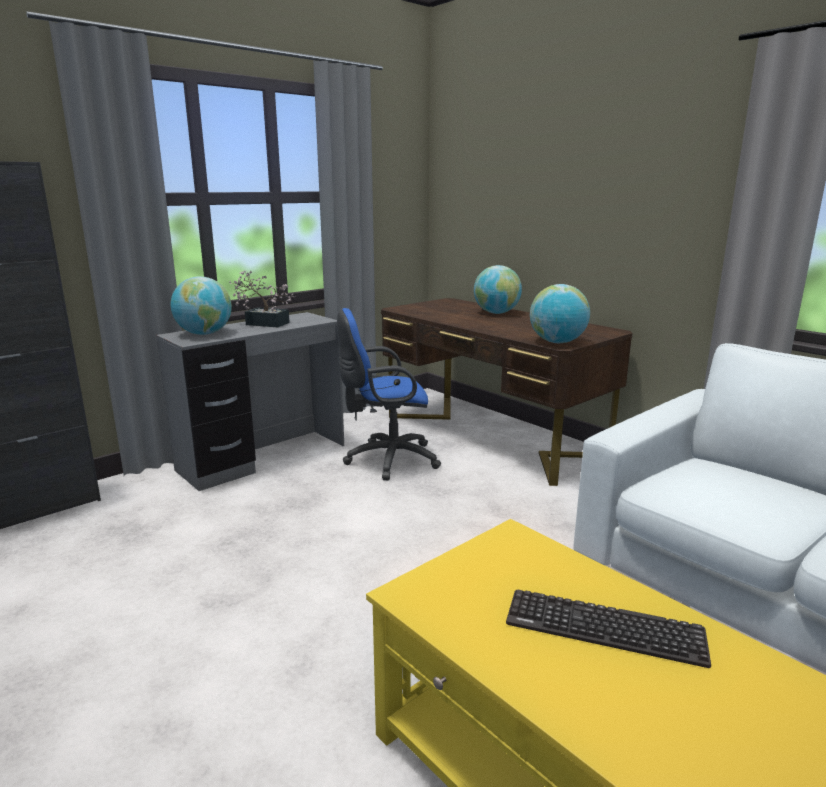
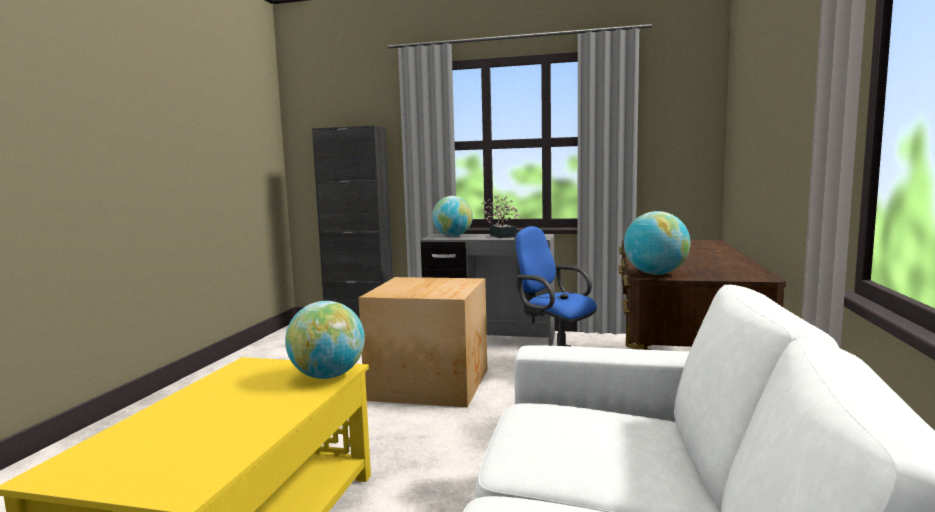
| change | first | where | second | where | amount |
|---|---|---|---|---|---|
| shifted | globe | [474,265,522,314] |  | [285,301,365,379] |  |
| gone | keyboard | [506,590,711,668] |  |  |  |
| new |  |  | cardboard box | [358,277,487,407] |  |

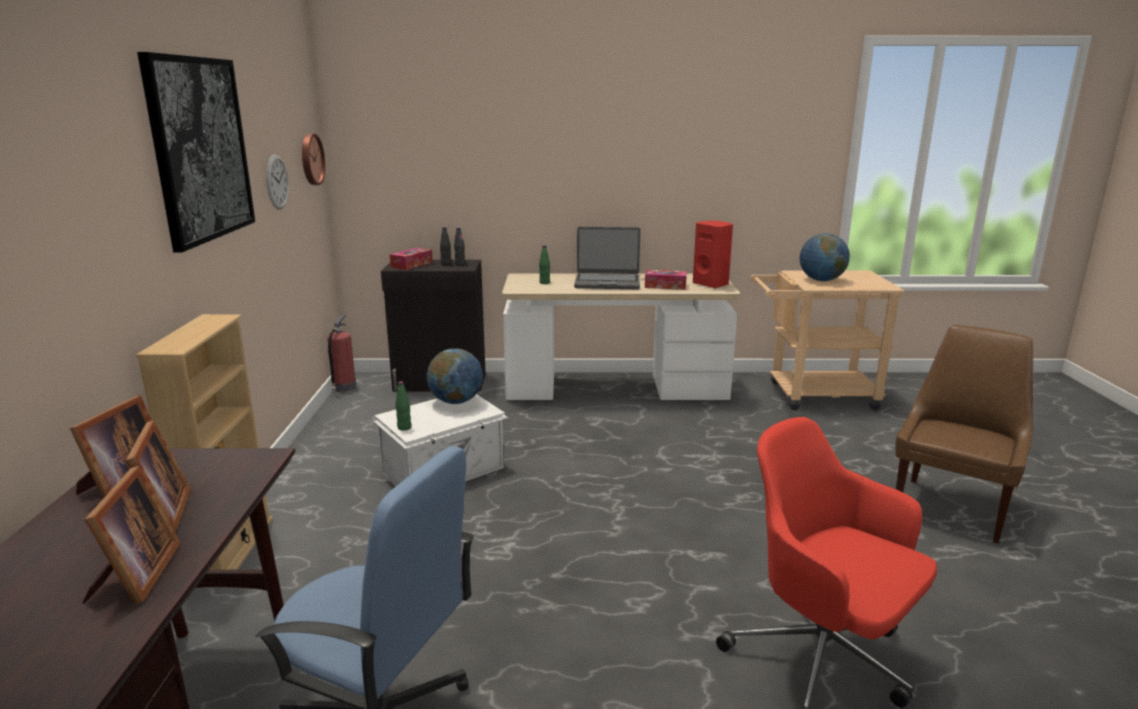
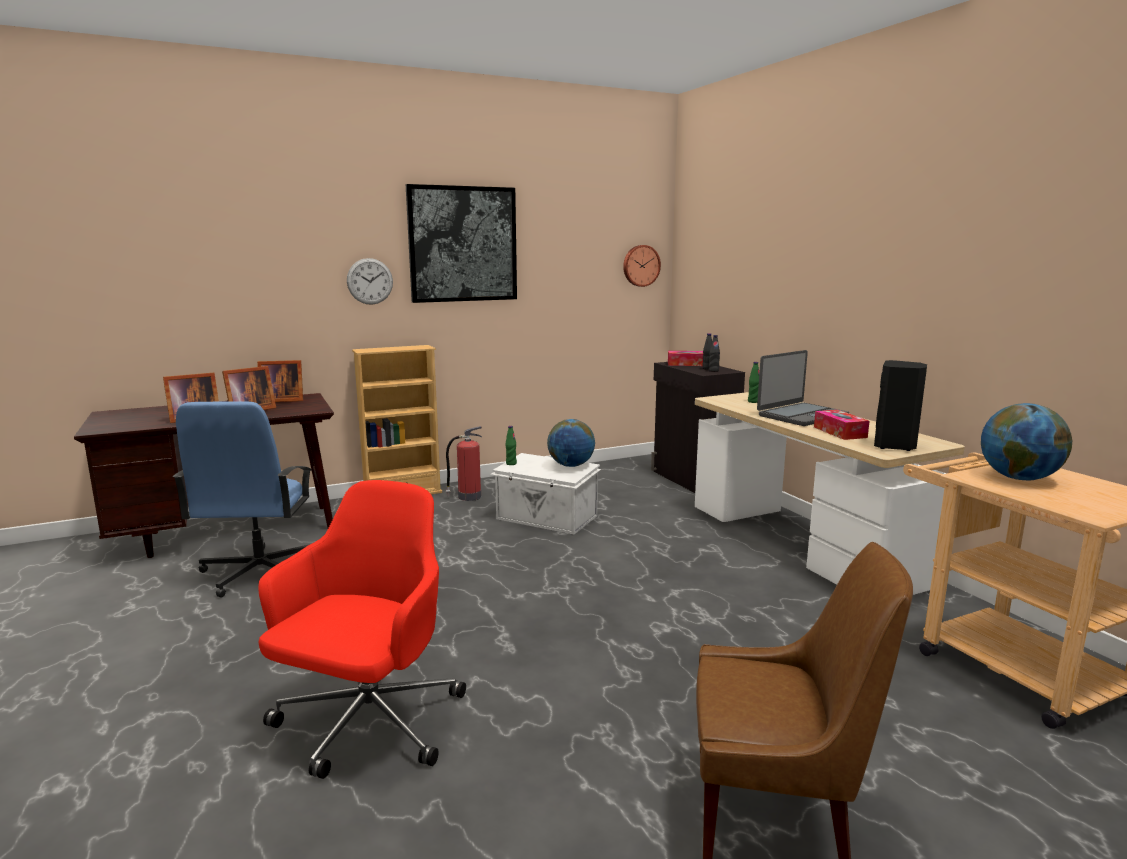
| change | first | where | second | where | amount |
|---|---|---|---|---|---|
| shifted | hanging clock | [266,154,289,210] |  | [347,258,393,305] |  |
| repainted | speaker (red-coloured) | [693,221,733,288] | speaker (blackish) | [874,360,927,451] |  |
| rotated | notebook computer | [574,227,641,289] |  | [757,350,849,426] | 105 degrees counterclockwise |
| shifted | fire extinguisher | [327,315,356,393] |  | [446,426,482,501] |  |

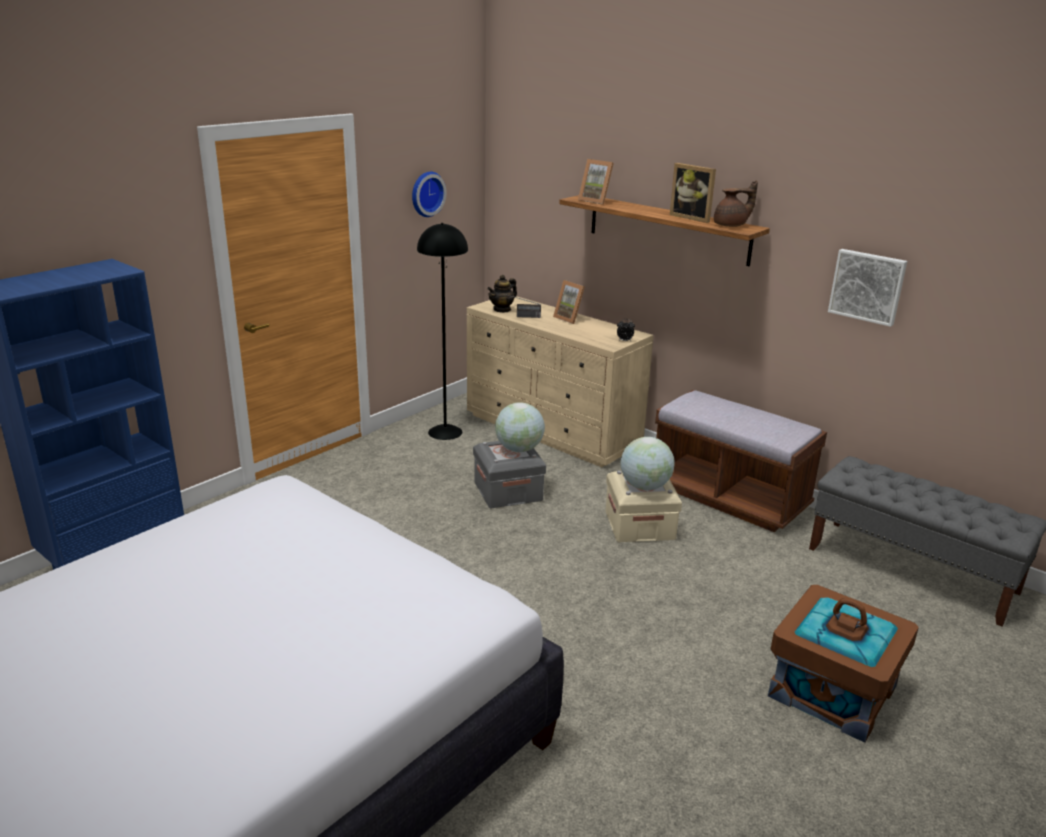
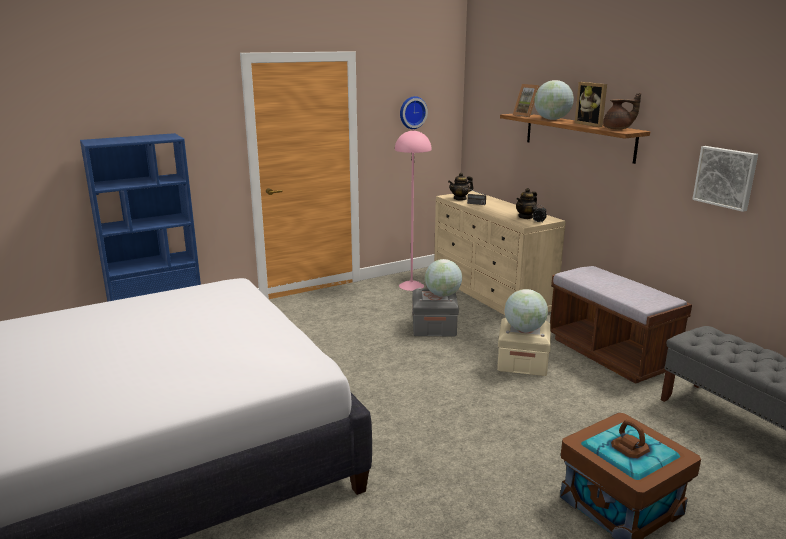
| change | first | where | second | where | amount |
|---|---|---|---|---|---|
| repainted | floor lamp (blackish) | [417,223,468,440] | floor lamp (pink) | [395,130,432,291] |  |
| gone | photo frame | [553,280,585,324] |  |  |  |
| new |  |  | globe | [534,80,574,120] |  |
| new |  |  | tea pot | [516,188,537,219] |  |

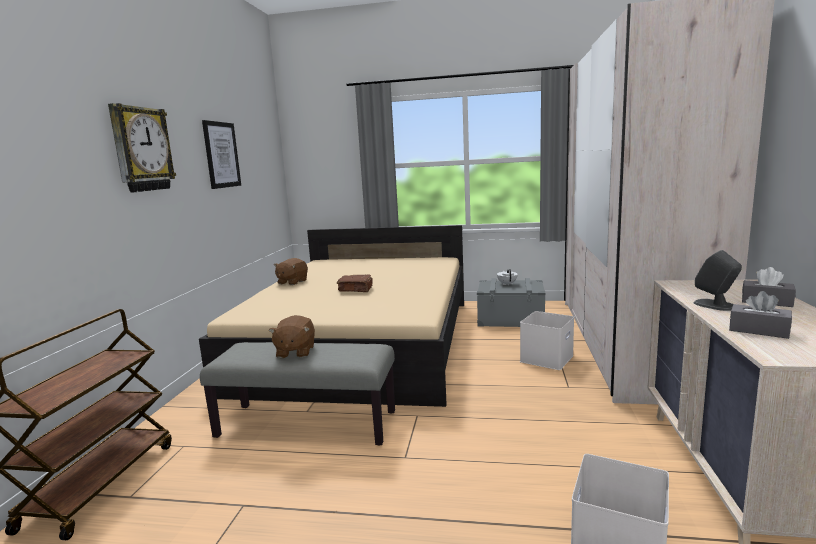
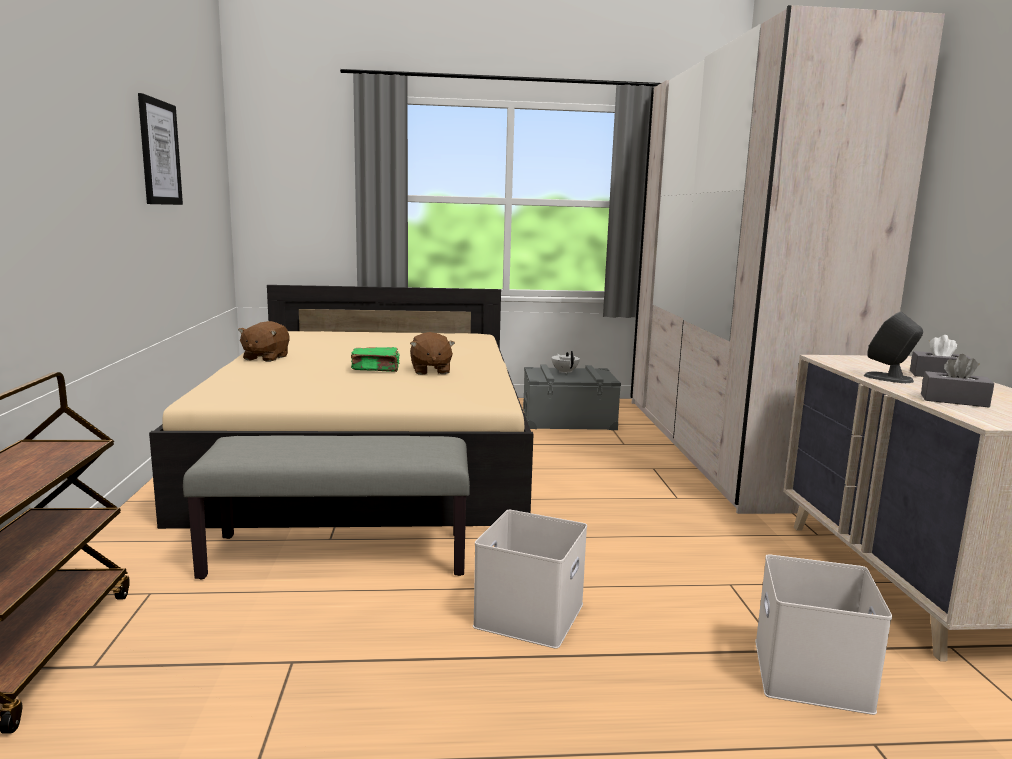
| change | first | where | second | where | amount |
|---|---|---|---|---|---|
| gone | hanging clock | [108,103,176,193] |  |  |  |
| repainted | book (brownish) | [337,274,373,292] | book (green) | [351,347,400,372] |  |
| shifted | storage container (white) | [520,311,574,370] |  | [473,510,587,649] |  |
| shifted | plush toy (brownish) | [268,315,315,358] |  | [410,332,455,375] |  |

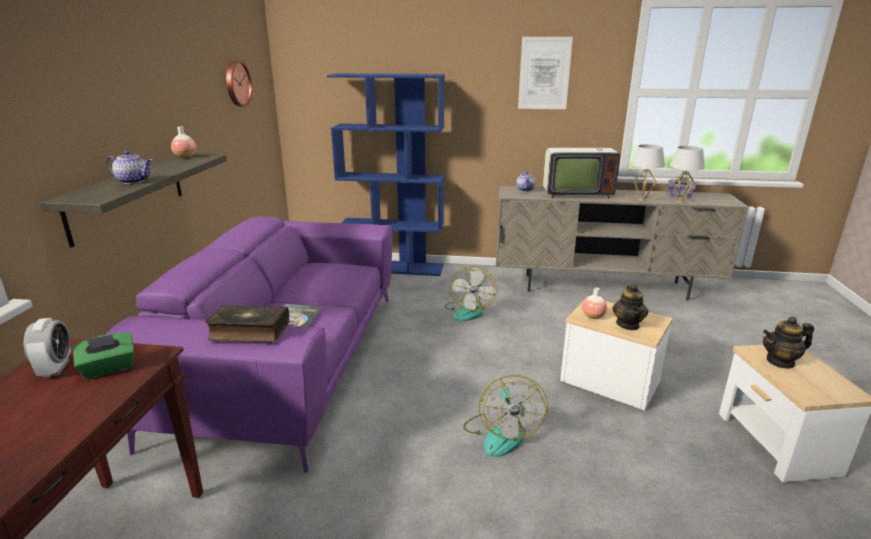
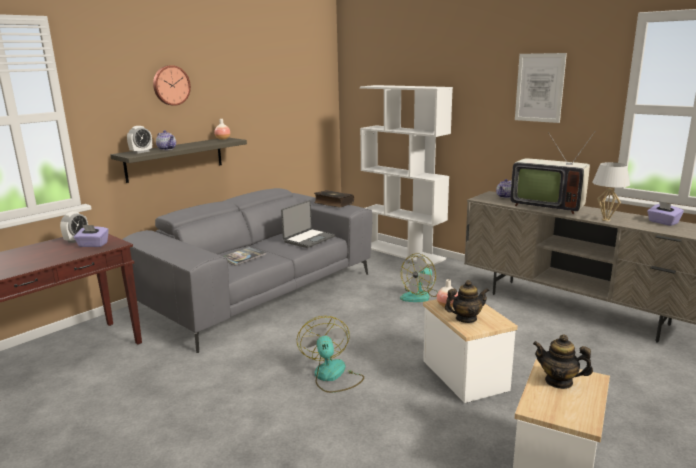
| change | first | where | second | where | amount |
|---|---|---|---|---|---|
| shifted | hanging clock | [226,61,252,107] |  | [153,65,191,106] |  |
| repainted | bookcase (blue) | [327,73,445,276] | bookcase (white) | [360,85,453,266] |  |
| gone | table lamp (white) | [669,146,705,203] |  |  |  |
| repainted | settee (purple-coloured) | [105,217,393,473] | settee (greyish) | [122,188,372,353] |  |
| rotated | tea pot | [612,284,648,330] |  | [445,280,489,323] | 150 degrees counterclockwise |
| shifted | book | [205,305,289,342] |  | [314,190,354,208] |  |
| repainted | tissue holder (green) | [73,333,134,379] | tissue holder (purple-coloured) | [74,225,109,247] |  |
| rotated | cooling fan | [463,375,548,457] |  | [297,316,364,393] | 135 degrees clockwise |
| new |  |  | bedside clock | [127,126,152,154] |  |
| new |  |  | notebook computer | [281,200,335,248] |  |

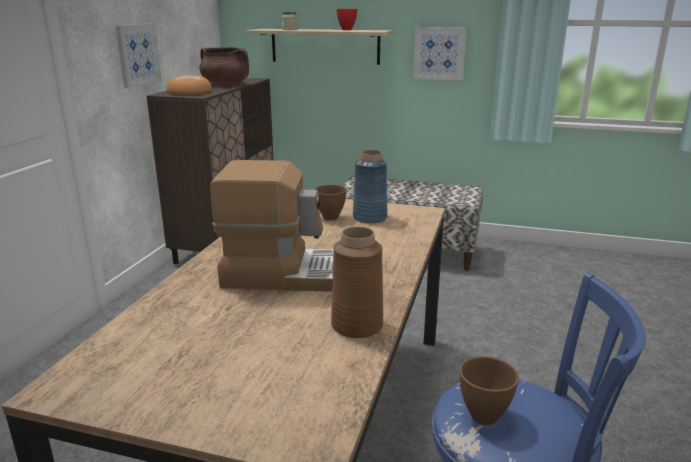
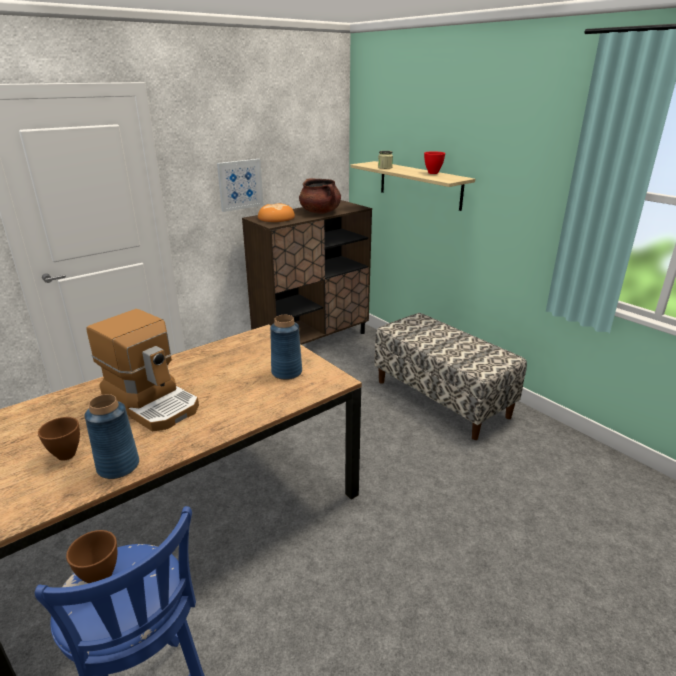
| change | first | where | second | where | amount |
|---|---|---|---|---|---|
| gone | picture | [413,27,467,80] |  |  |  |
| shifted | bowl (brownish) | [314,185,347,221] |  | [38,417,80,461] |  |
| repainted | vase (brownish) | [331,227,383,338] | vase (blue) | [84,394,139,479] |  |

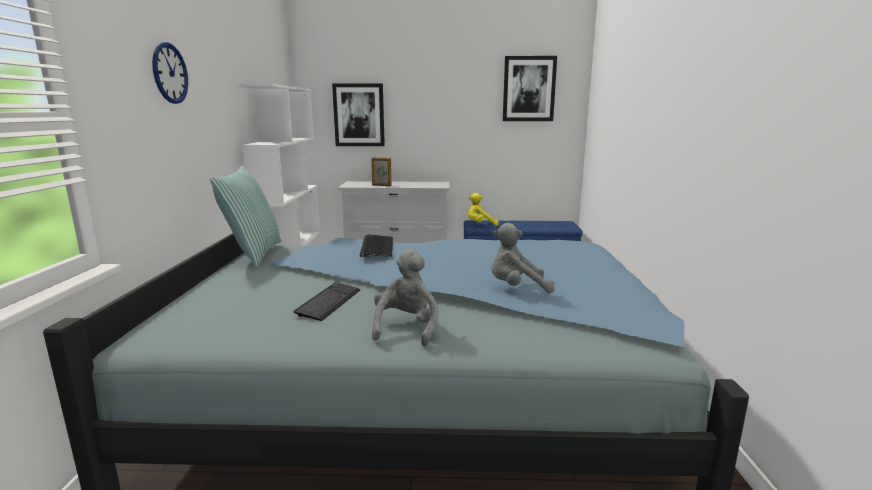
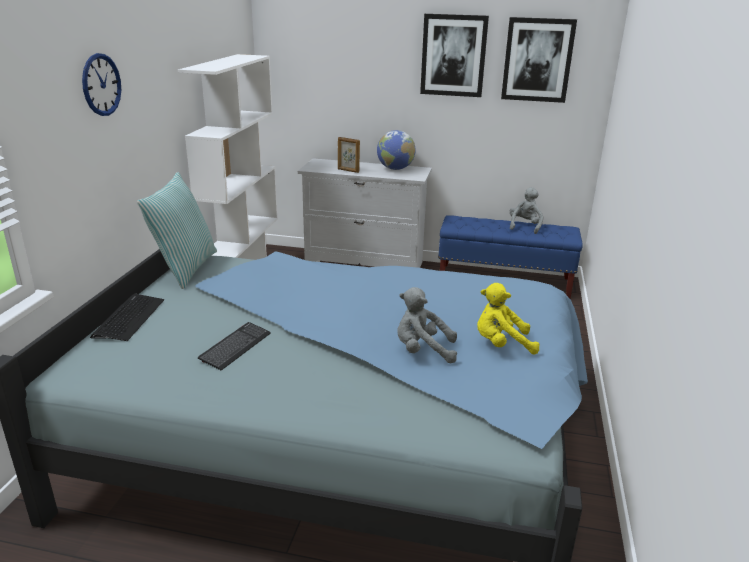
| change | first | where | second | where | amount |
|---|---|---|---|---|---|
| shifted | picture | [332,83,385,146] |  | [420,14,489,97] |  |
| shifted | plush toy (yellow-coloured) | [468,193,499,226] |  | [477,283,540,354] |  |
| shifted | keyboard | [360,234,393,257] |  | [90,294,164,341] |  |
| shifted | plush toy (greyish) | [372,248,439,346] |  | [510,187,543,234] |  |
| new |  |  | globe | [377,130,416,170] |  |

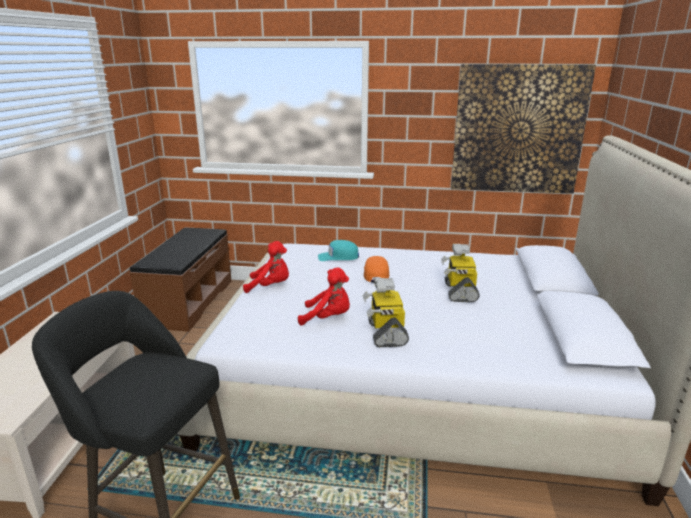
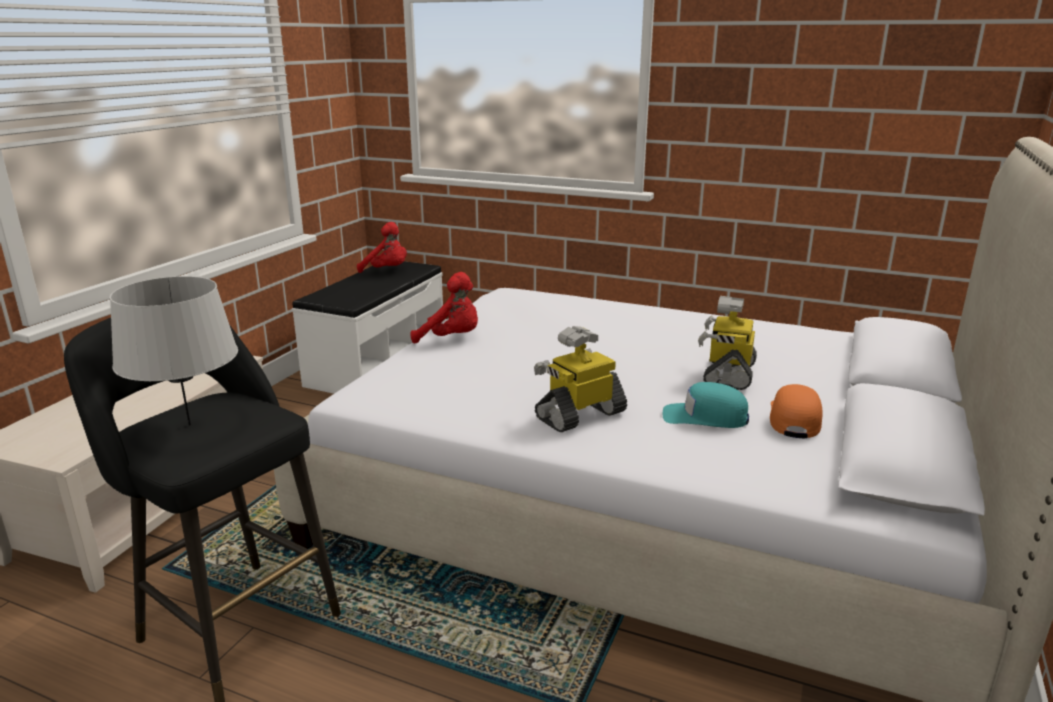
| change | first | where | second | where | amount |
|---|---|---|---|---|---|
| gone | picture | [451,64,596,194] |  |  |  |
| repainted | indoor bench (brownish) | [130,228,232,332] | indoor bench (white) | [292,261,444,394] |  |
| shifted | baseball cap (turquoise-coloured) | [318,240,359,261] |  | [663,382,749,428] |  |
| shifted | baseball cap (orange) | [364,256,389,283] |  | [770,384,822,438] |  |
| shifted | plush toy (red-coloured) | [298,268,350,326] |  | [357,222,407,273] |  |
| rotated | model robot | [363,278,409,347] |  | [534,326,627,432] | 45 degrees clockwise |
| new |  |  | table lamp (greyish) | [110,276,238,426] |  |

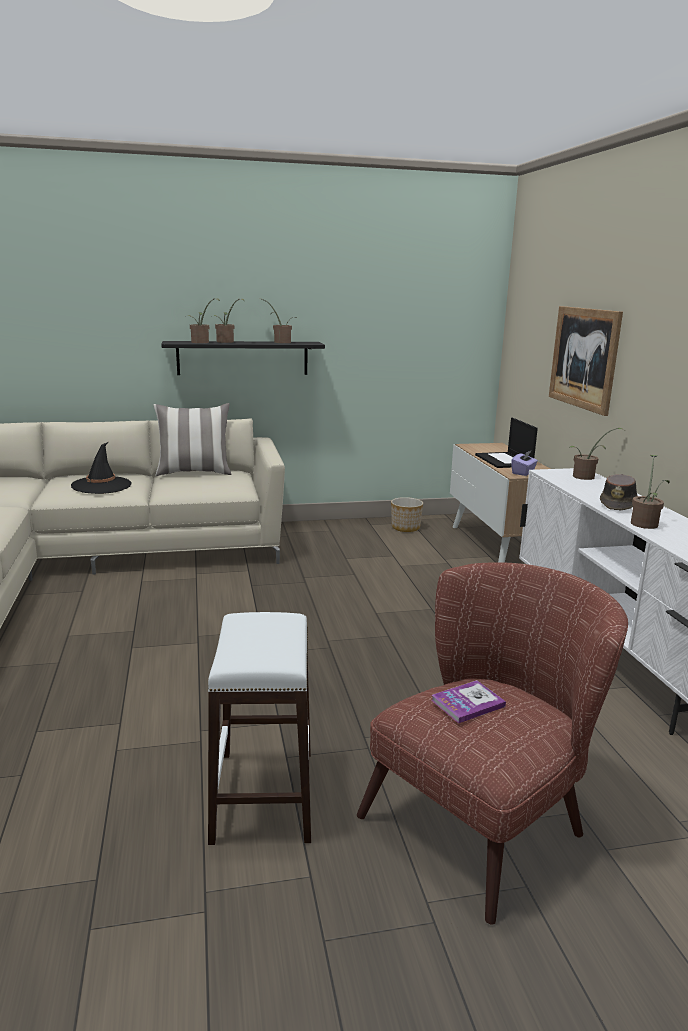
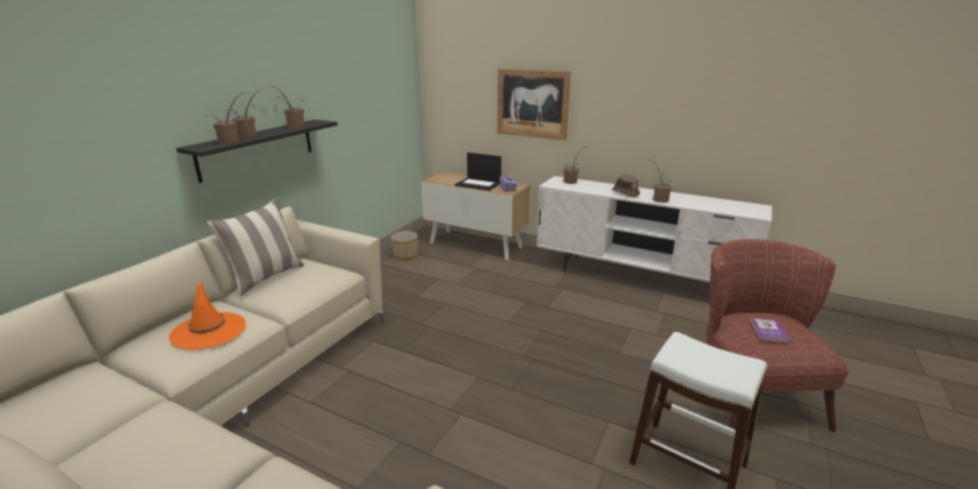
| change | first | where | second | where | amount |
|---|---|---|---|---|---|
| repainted | hat (blackish) | [71,442,132,494] | hat (orange) | [169,280,246,350] |  |

